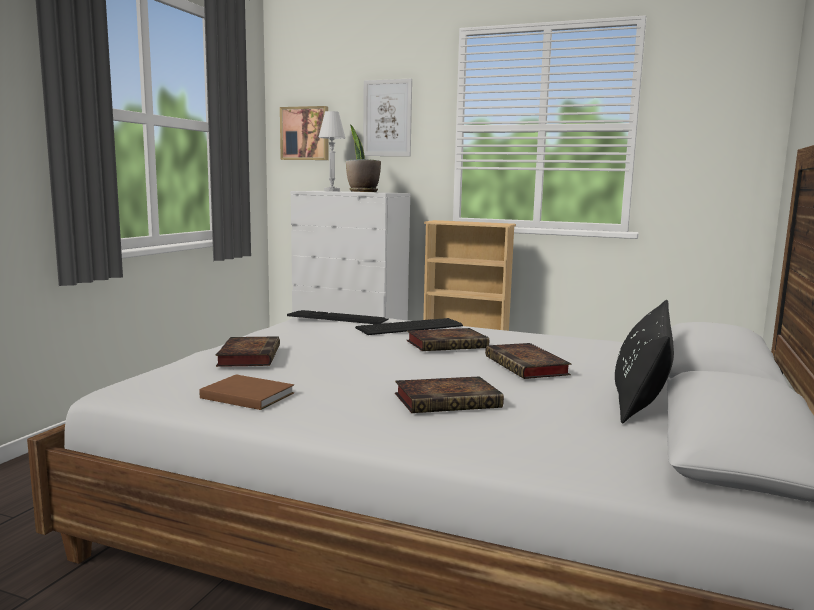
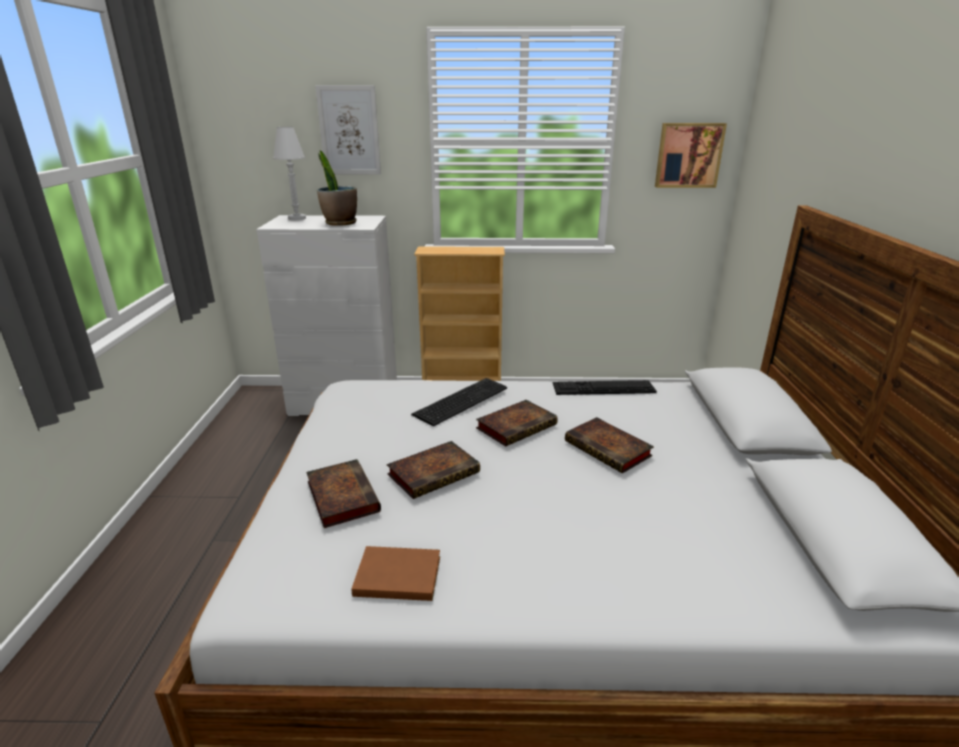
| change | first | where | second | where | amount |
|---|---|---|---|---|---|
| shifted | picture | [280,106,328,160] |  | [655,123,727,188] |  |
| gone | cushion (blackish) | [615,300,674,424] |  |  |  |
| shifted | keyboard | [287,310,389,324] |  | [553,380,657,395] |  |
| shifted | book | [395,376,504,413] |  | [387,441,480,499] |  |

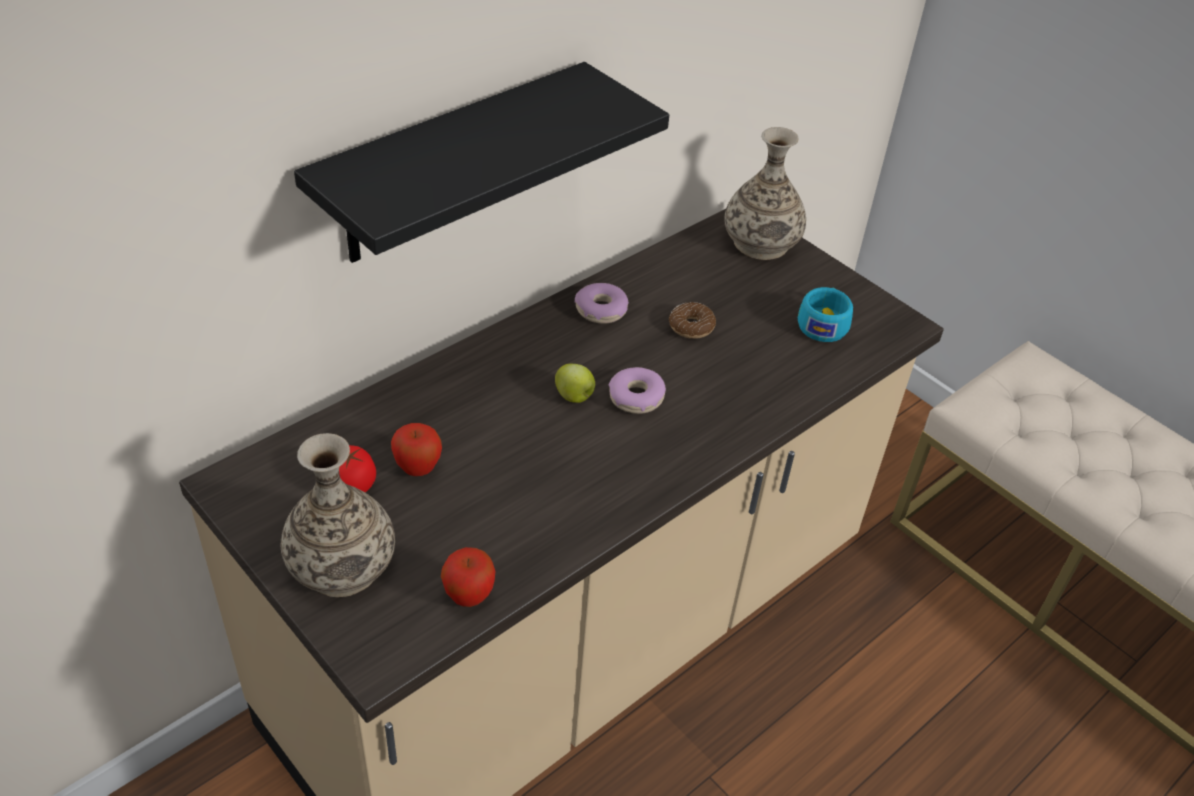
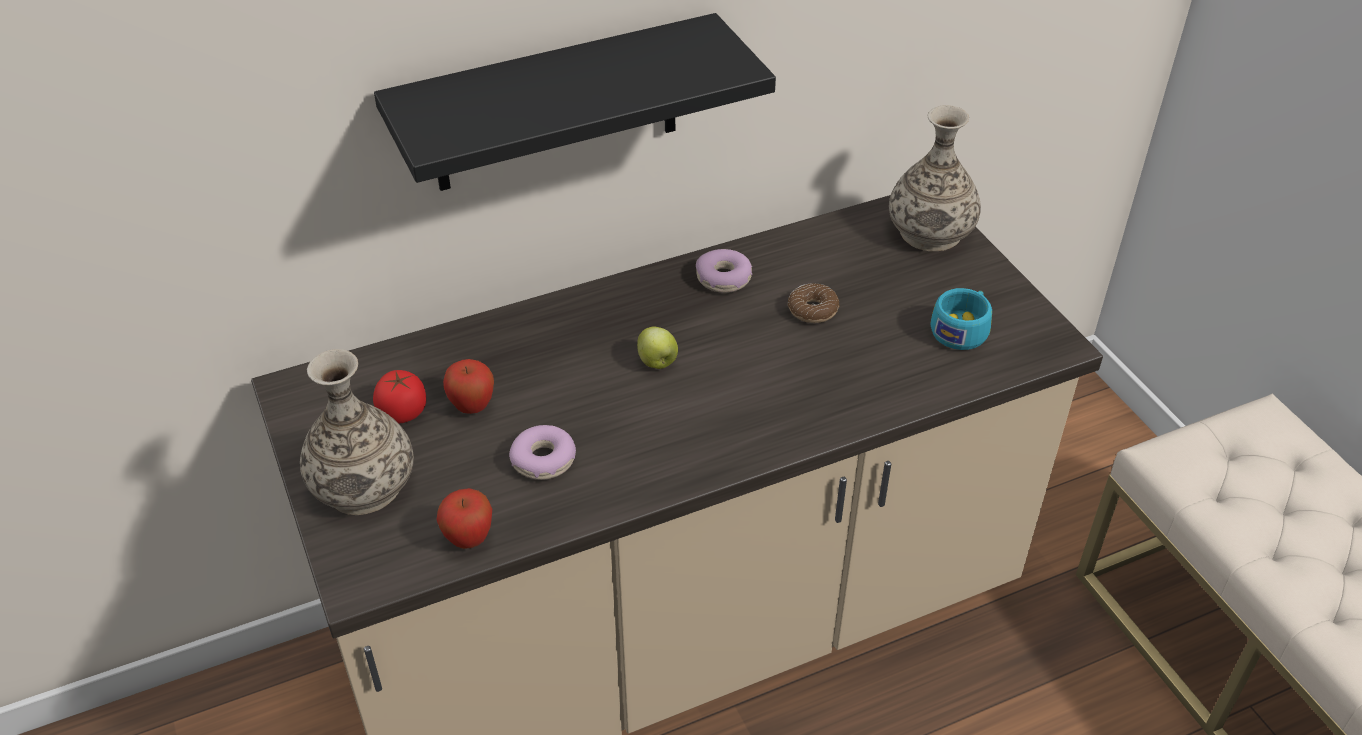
| change | first | where | second | where | amount |
|---|---|---|---|---|---|
| shifted | donut | [609,367,666,414] |  | [509,425,576,480] |  |

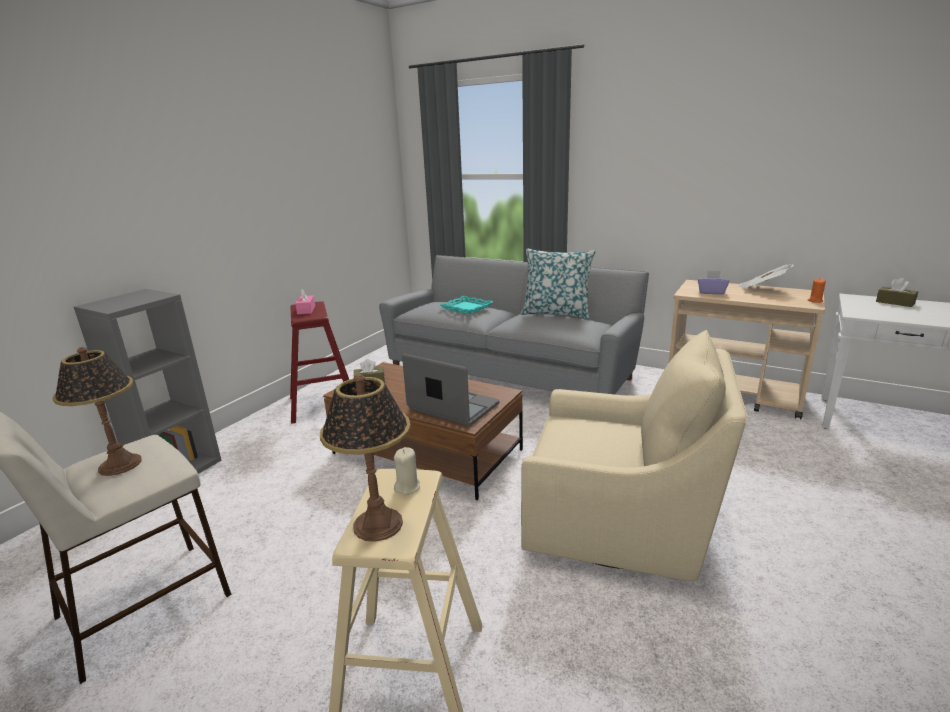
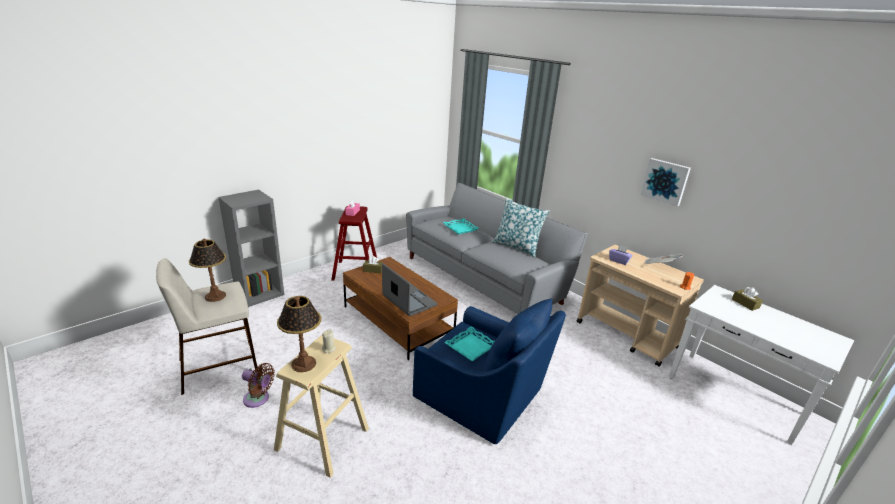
| change | first | where | second | where | amount |
|---|---|---|---|---|---|
| repainted | lounge chair (sand-coloured) | [521,330,748,582] | lounge chair (blue) | [413,298,566,444] |  |
| new |  |  | picture | [641,158,691,206] |  |
| new |  |  | serving tray (turquoise-coloured) | [444,326,494,361] |  |
| new |  |  | cooling fan (brownish) | [242,363,275,408] |  |

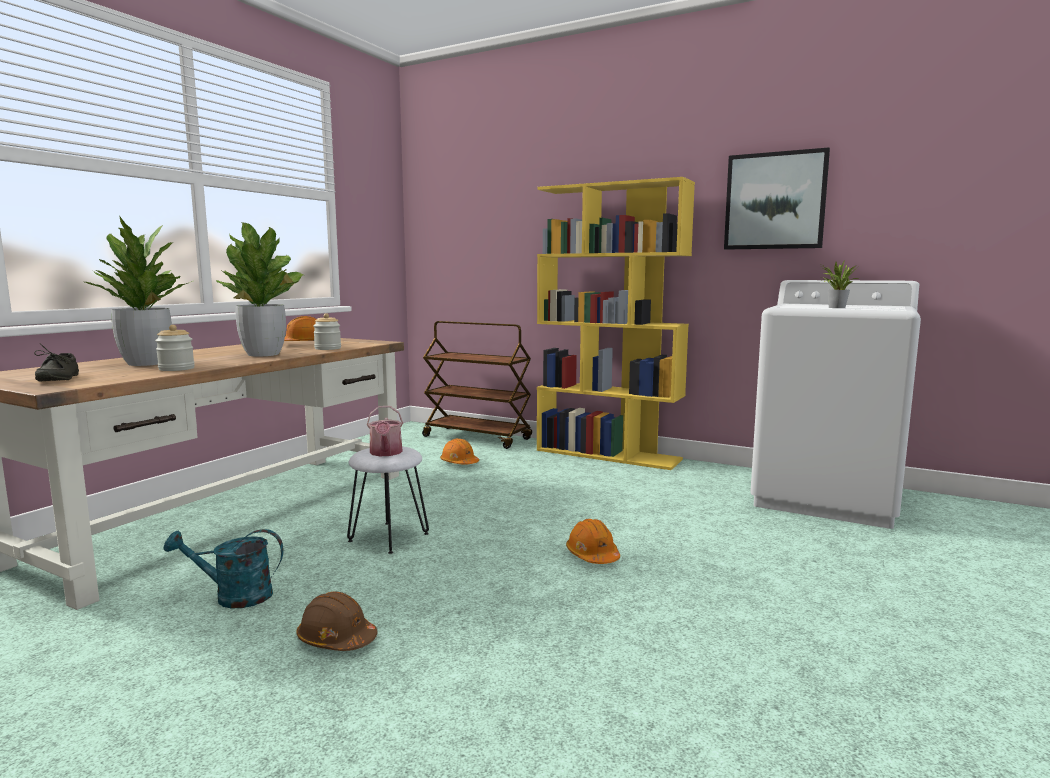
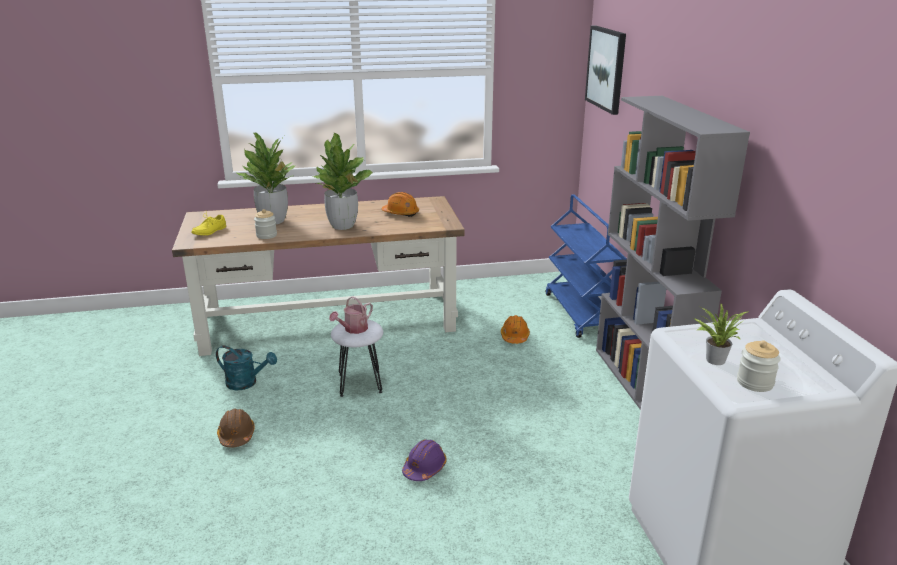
| change | first | where | second | where | amount |
|---|---|---|---|---|---|
| shifted | picture | [724,147,830,250] |  | [585,26,626,115] |  |
| repainted | bookcase (yellow-coloured) | [537,177,695,470] | bookcase (greyish) | [596,96,750,410] |  |
| shifted | jar | [313,313,341,350] |  | [737,341,780,392] |  |
| repainted | cart (brownish) | [422,321,532,449] | cart (blue) | [546,194,627,338] |  |
| repainted | shoe (greyish) | [34,344,79,381] | shoe (yellow-coloured) | [191,212,226,236] |  |
| repainted | hard hat (orange) | [566,519,620,564] | hard hat (purple-coloured) | [402,439,447,481] |  |
| rotated | sprinkling can (turquoise-coloured) | [163,529,284,608] |  | [216,345,277,390] | 150 degrees clockwise |

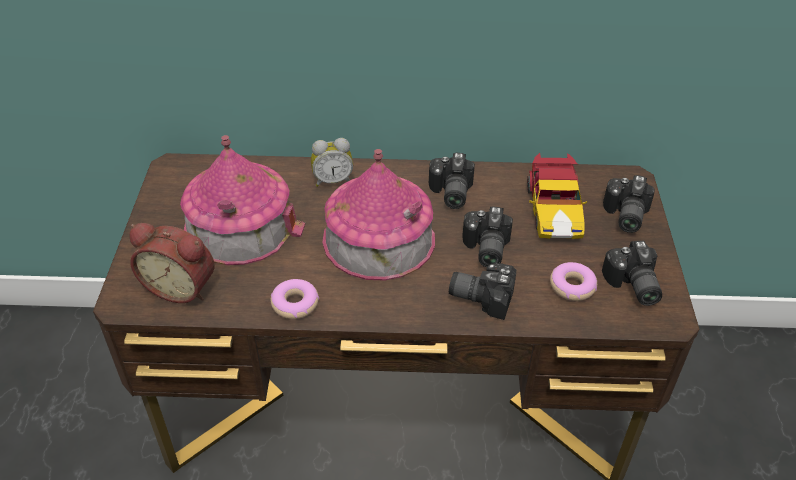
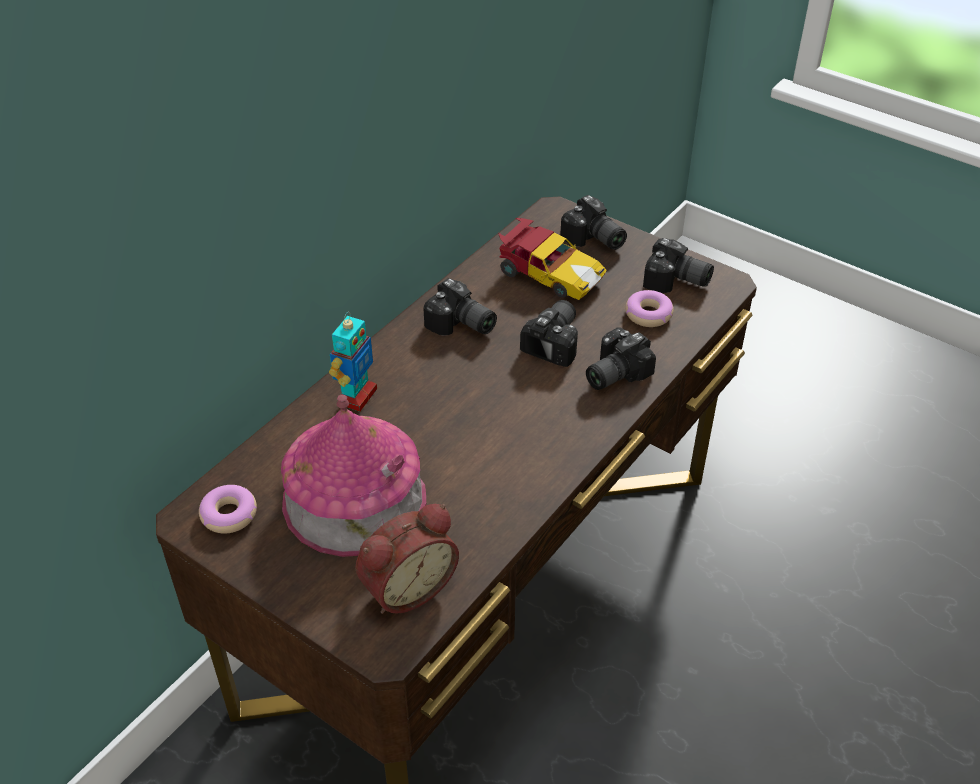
| change | first | where | second | where | amount |
|---|---|---|---|---|---|
| swapped | bedside clock | [311,138,353,187] | model robot | [329,312,377,412] |  |
| gone | model house | [322,149,435,281] |  |  |  |
| rotated | photo camera | [462,206,513,267] |  | [520,300,578,367] | 105 degrees counterclockwise |
| shifted | donut | [271,279,319,319] |  | [199,485,257,533] |  |

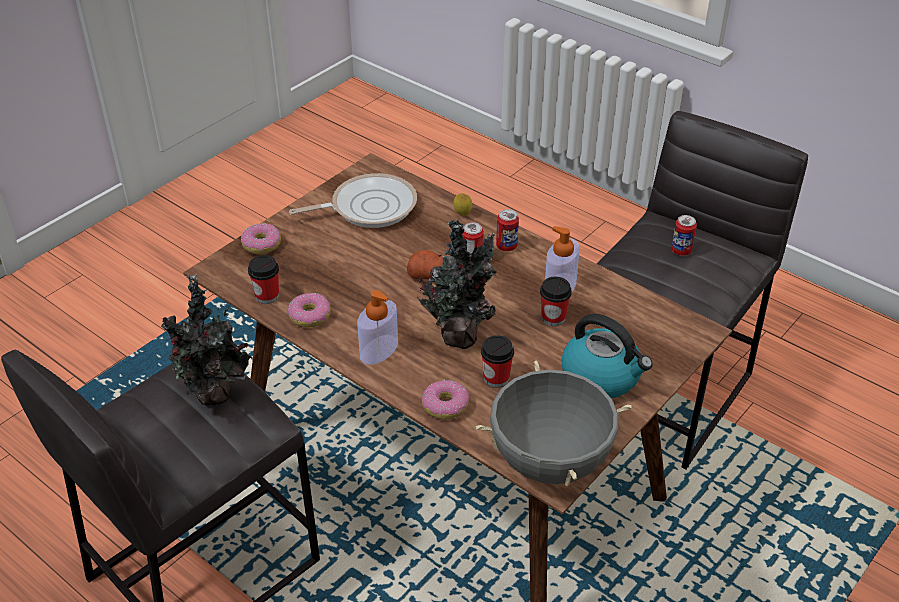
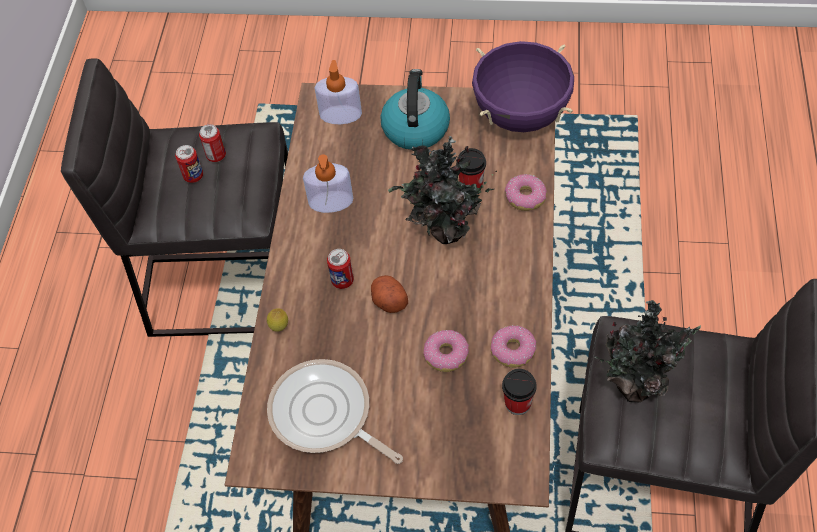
| change | first | where | second | where | amount |
|---|---|---|---|---|---|
| shifted | can | [496,209,519,251] |  | [199,124,226,162] |  |
| shifted | donut | [241,223,281,254] |  | [423,329,469,372] |  |
| gone | small cup | [540,277,572,326] |  |  |  |
| shifted | soap bottle | [357,290,398,365] |  | [314,60,362,124] |  |
| repainted | cooking pot (greyish) | [476,361,632,486] | cooking pot (purple-coloured) | [472,41,574,132] |  |

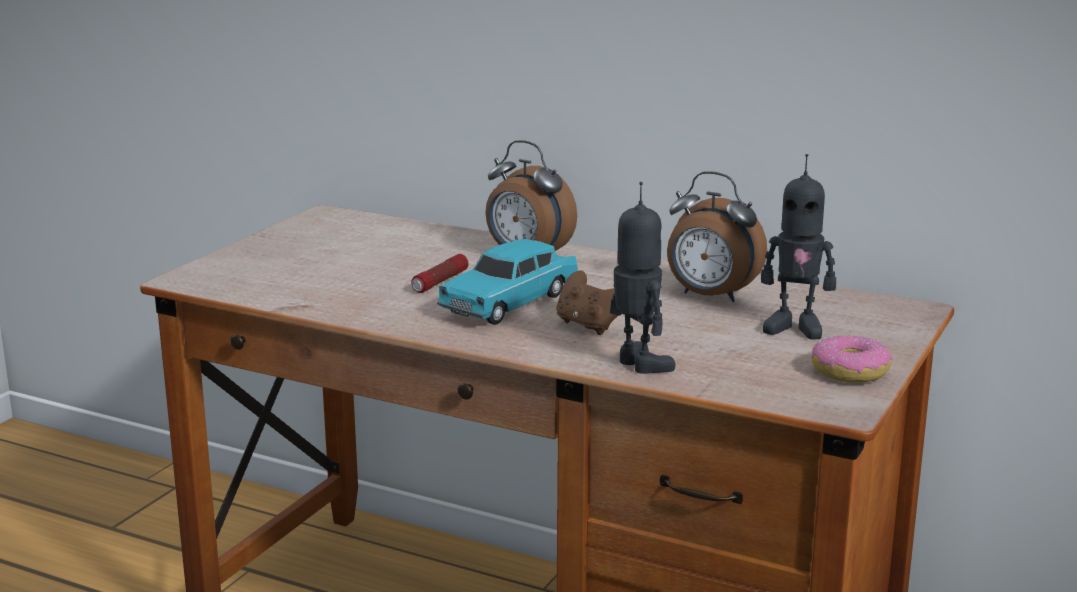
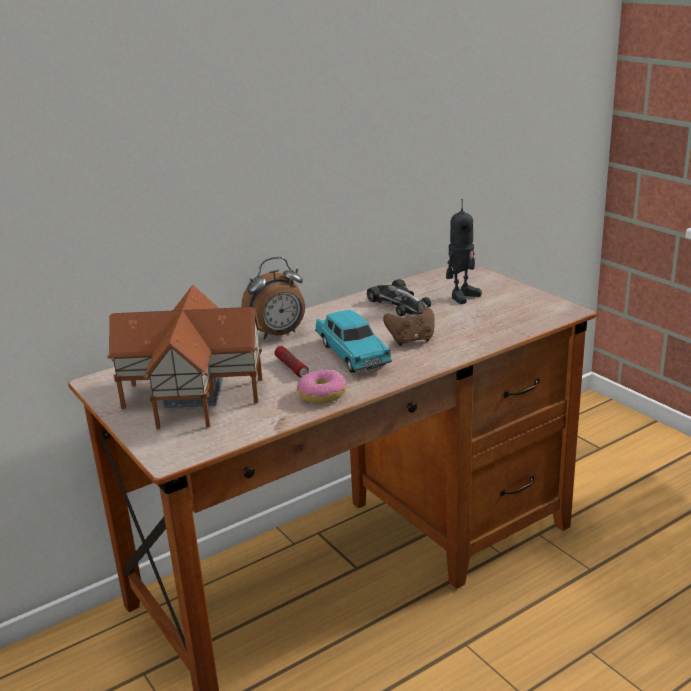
| change | first | where | second | where | amount |
|---|---|---|---|---|---|
| swapped | bedside clock | [667,171,767,302] | model car | [367,279,431,316] |  |
| gone | model robot | [610,182,675,374] |  |  |  |
| shifted | donut | [812,335,892,383] |  | [297,369,346,403] |  |
| new |  |  | model house | [107,285,262,429] |  |

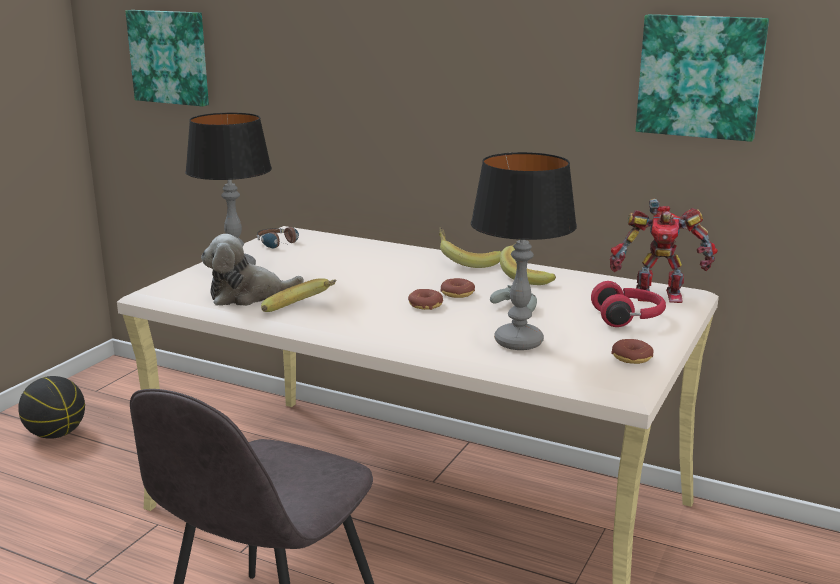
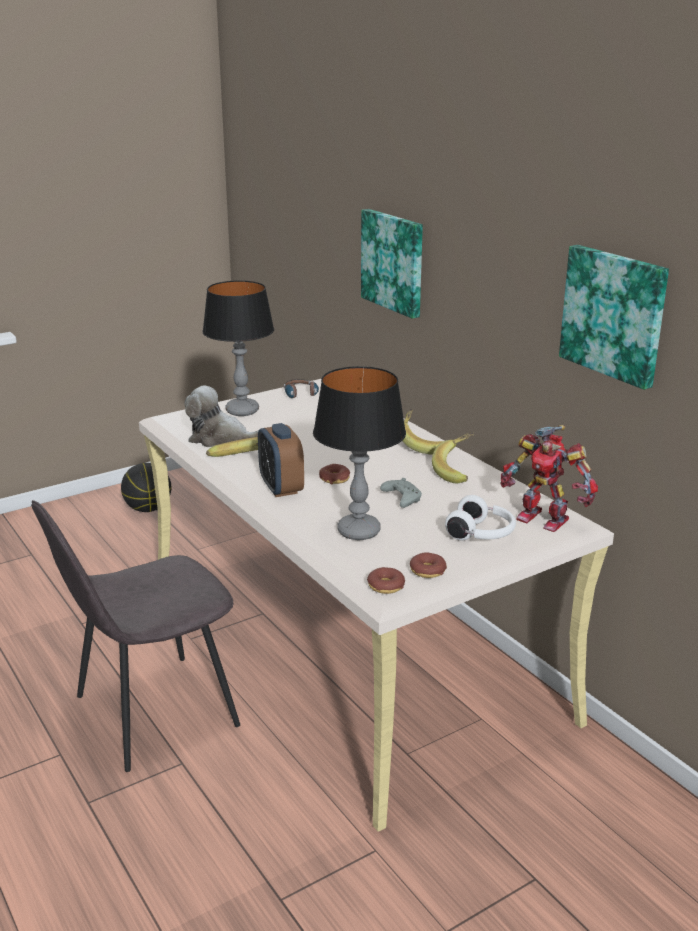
| change | first | where | second | where | amount |
|---|---|---|---|---|---|
| shifted | picture | [125,10,209,107] |  | [361,209,423,319] |  |
| shifted | donut | [440,278,475,298] |  | [367,567,405,594] |  |
| repainted | pair of headphones (red-coloured) | [591,281,666,327] | pair of headphones (white) | [445,495,516,541] |  |
| new |  |  | bedside clock | [258,423,304,497] |  |

